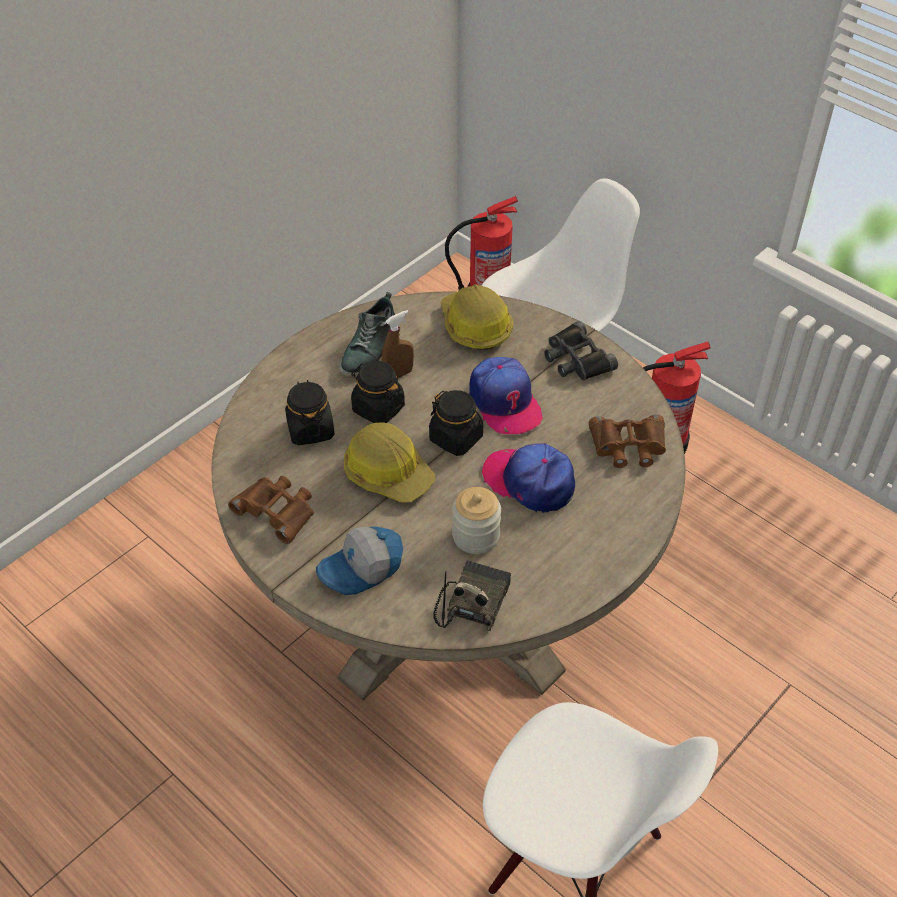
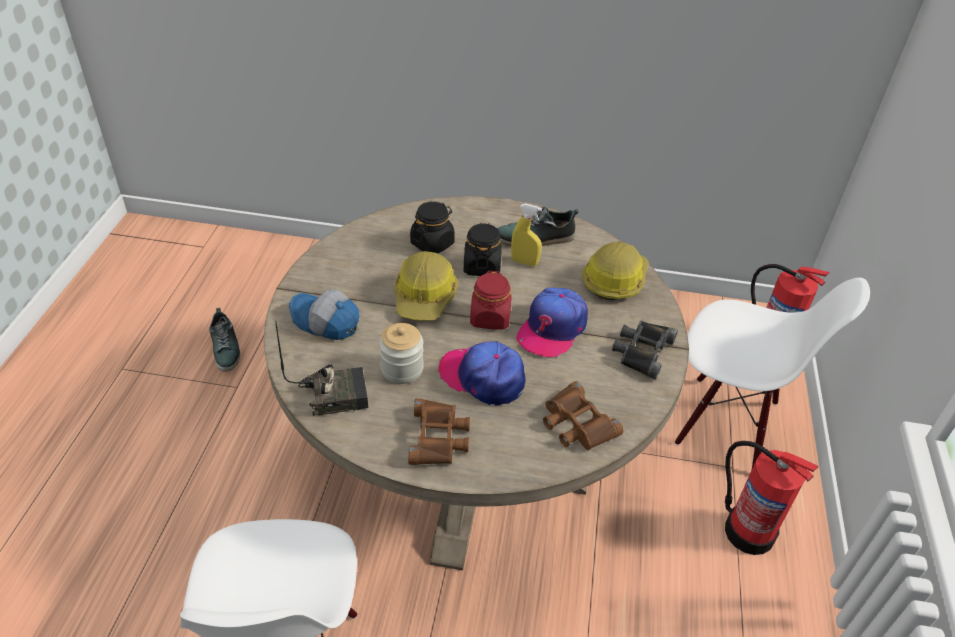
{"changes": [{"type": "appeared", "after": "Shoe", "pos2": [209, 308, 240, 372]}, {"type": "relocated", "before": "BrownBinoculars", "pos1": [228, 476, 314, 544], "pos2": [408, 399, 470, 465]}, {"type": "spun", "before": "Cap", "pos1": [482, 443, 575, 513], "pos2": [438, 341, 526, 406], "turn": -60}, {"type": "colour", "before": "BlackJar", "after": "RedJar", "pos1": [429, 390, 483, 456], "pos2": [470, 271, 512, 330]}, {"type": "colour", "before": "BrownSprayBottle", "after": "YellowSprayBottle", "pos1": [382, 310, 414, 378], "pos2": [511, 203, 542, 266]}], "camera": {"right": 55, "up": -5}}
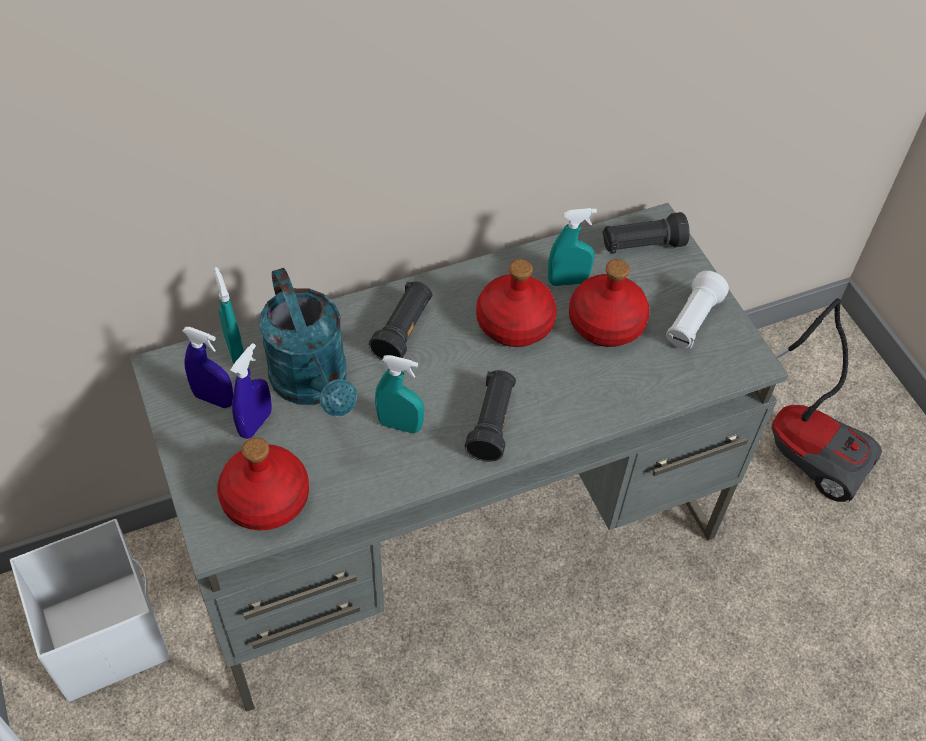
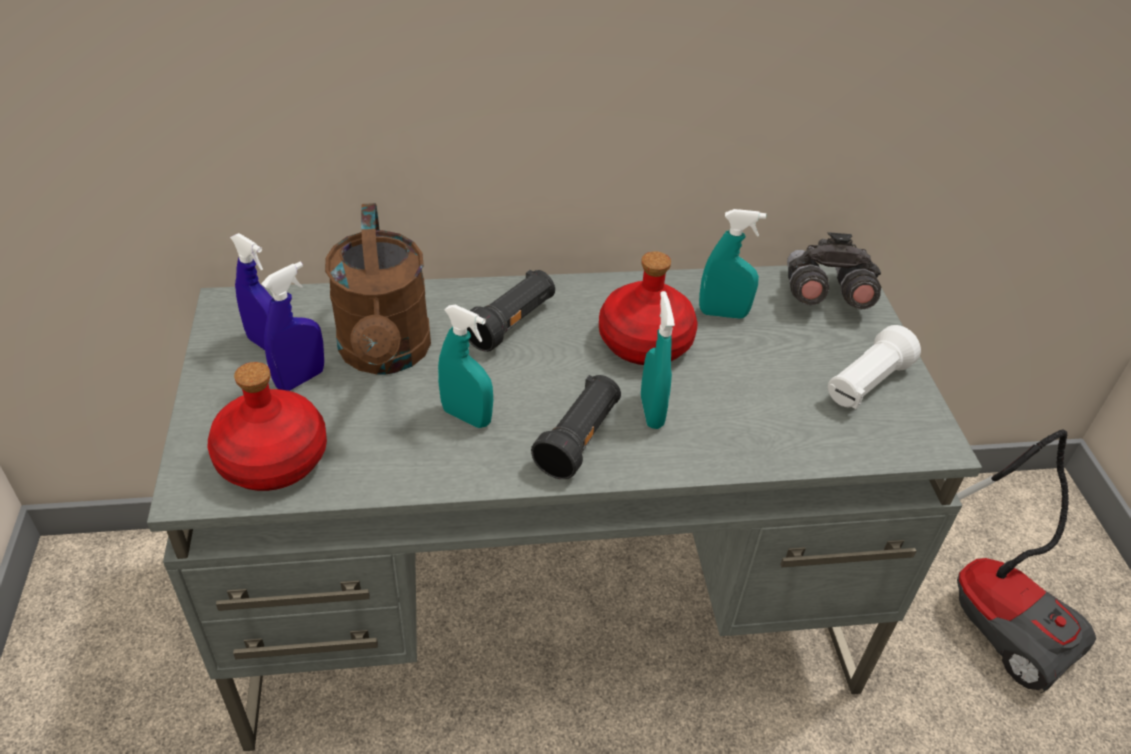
{"changes": [{"type": "colour", "before": "TurquoiseWateringCan", "after": "BrownWateringCan", "pos1": [259, 268, 357, 417], "pos2": [325, 203, 431, 374]}, {"type": "relocated", "before": "TurquoiseSprayBottle", "pos1": [214, 267, 244, 364], "pos2": [641, 291, 675, 429]}, {"type": "exchanged", "before": "BlackFlashlight", "after": "GreyBinoculars", "pos1": [603, 212, 690, 254], "pos2": [787, 232, 881, 309]}, {"type": "missing", "before": "WhiteStorageBox", "pos1": [10, 519, 170, 702]}, {"type": "missing", "before": "RedBottle", "pos1": [569, 260, 650, 347]}], "camera": {"right": 15, "up": -10}}
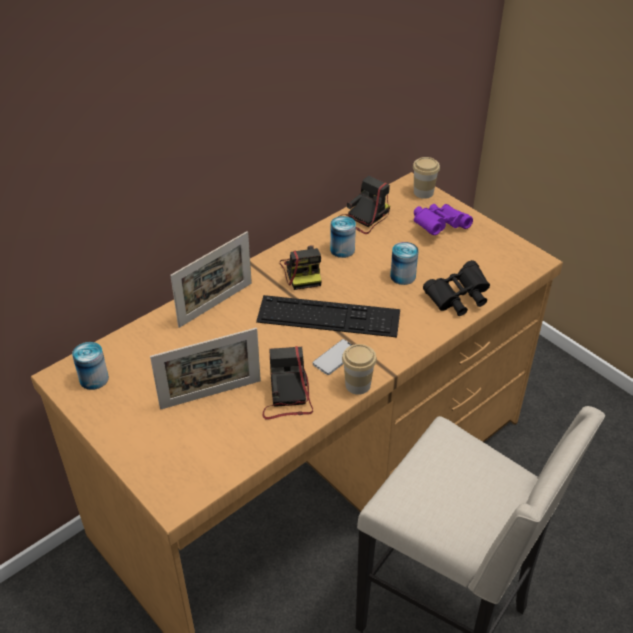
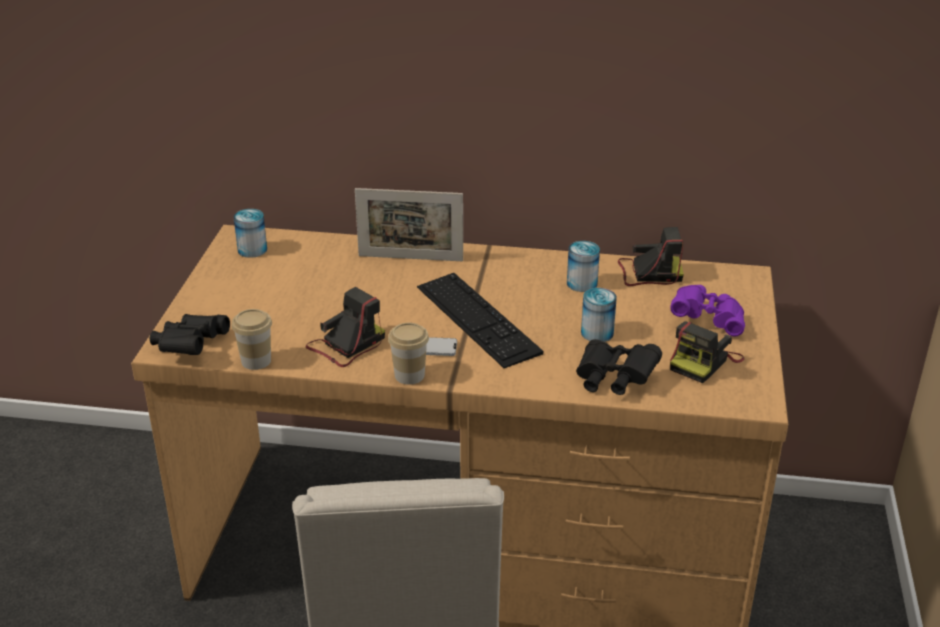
{"changes": [{"type": "appeared", "after": "BlackBinoculars", "pos2": [150, 314, 230, 355]}, {"type": "relocated", "before": "Cup", "pos1": [413, 157, 440, 199], "pos2": [232, 309, 272, 370]}, {"type": "relocated", "before": "PhotoCamera", "pos1": [280, 245, 322, 290], "pos2": [670, 321, 744, 383]}, {"type": "missing", "before": "PictureFrame", "pos1": [150, 328, 261, 410]}], "camera": {"right": 50, "up": -10}}
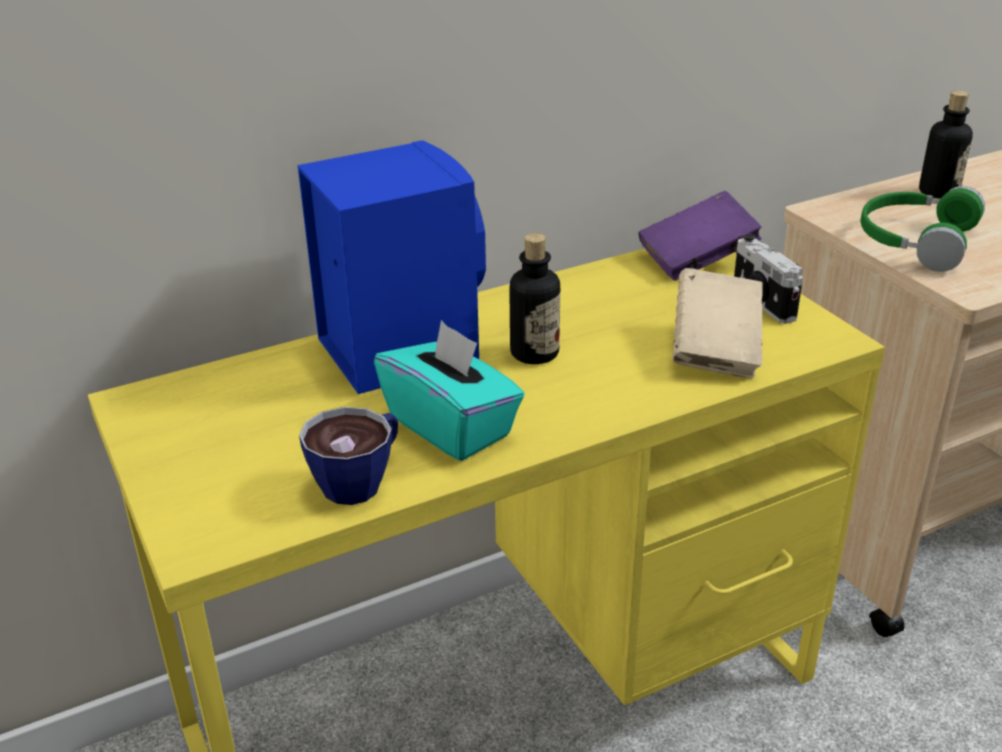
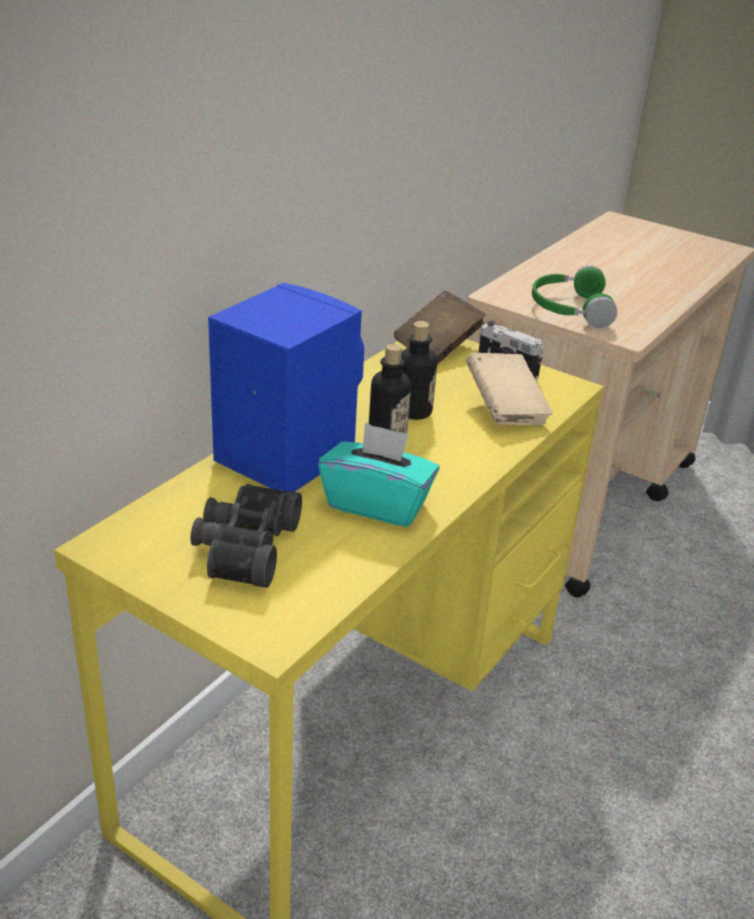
{"changes": [{"type": "appeared", "after": "BlackBinoculars", "pos2": [190, 484, 302, 588]}, {"type": "colour", "before": "PurpleBook", "after": "BrownBook", "pos1": [639, 191, 762, 280], "pos2": [394, 291, 486, 364]}, {"type": "relocated", "before": "Bottle", "pos1": [919, 91, 973, 198], "pos2": [401, 321, 437, 420]}, {"type": "missing", "before": "Cup", "pos1": [299, 407, 398, 505]}], "camera": {"right": -30, "up": 0}}
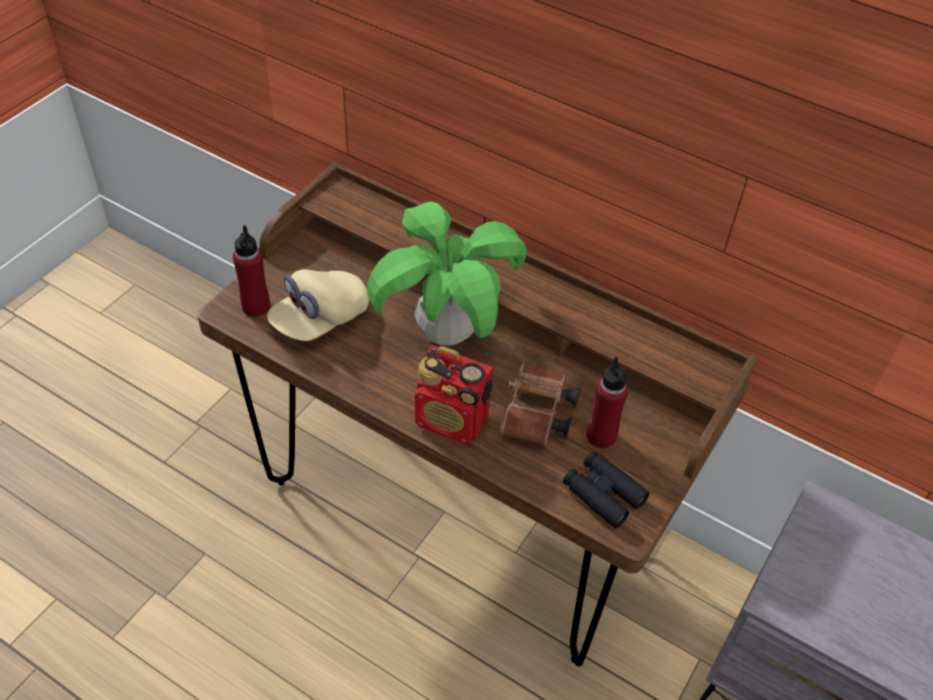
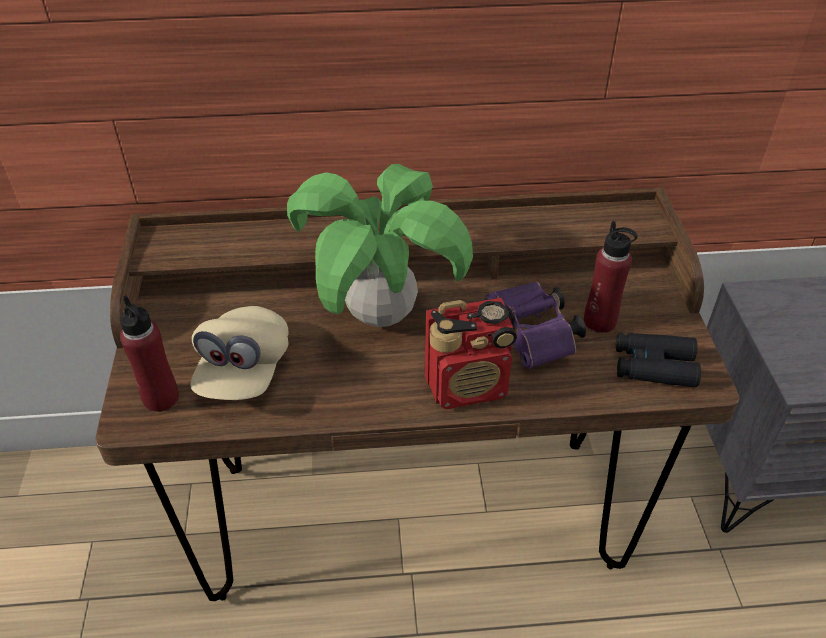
{"changes": [{"type": "colour", "before": "BrownBinoculars", "after": "PurpleBinoculars", "pos1": [499, 362, 581, 446], "pos2": [484, 282, 586, 369]}], "camera": {"right": -35, "up": -5}}
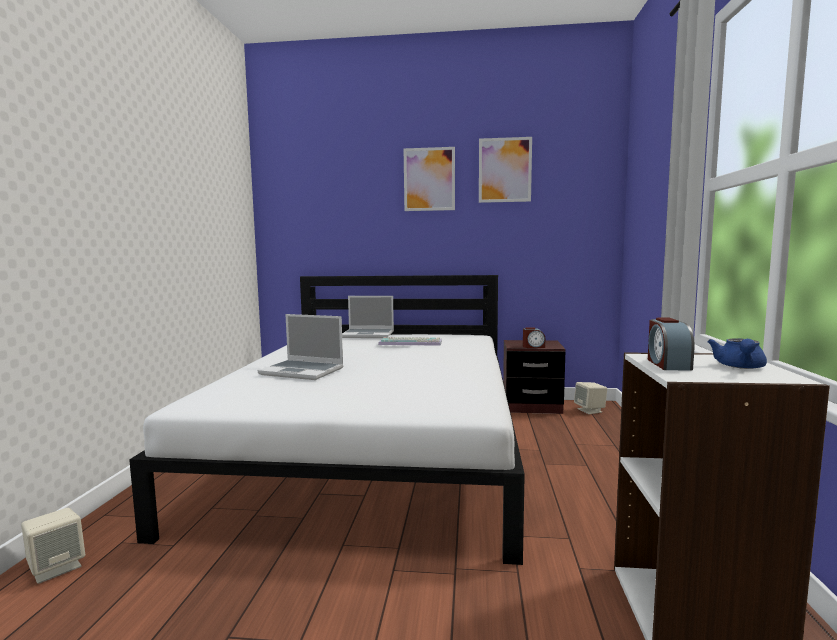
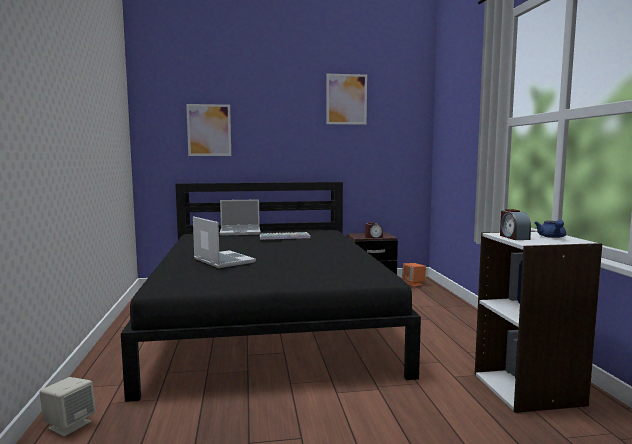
{"changes": [{"type": "colour", "before": "WhiteBed", "after": "BlackBed", "pos1": [129, 275, 525, 565], "pos2": [121, 182, 421, 402]}, {"type": "relocated", "before": "Picture", "pos1": [404, 147, 455, 211], "pos2": [186, 104, 231, 156]}, {"type": "spun", "before": "Laptop", "pos1": [258, 314, 344, 380], "pos2": [193, 216, 256, 268], "turn": -135}, {"type": "colour", "before": "BeigeSpeaker", "after": "OrangeSpeaker", "pos1": [574, 382, 607, 414], "pos2": [402, 263, 426, 287]}], "camera": {"right": -15, "up": 0}}
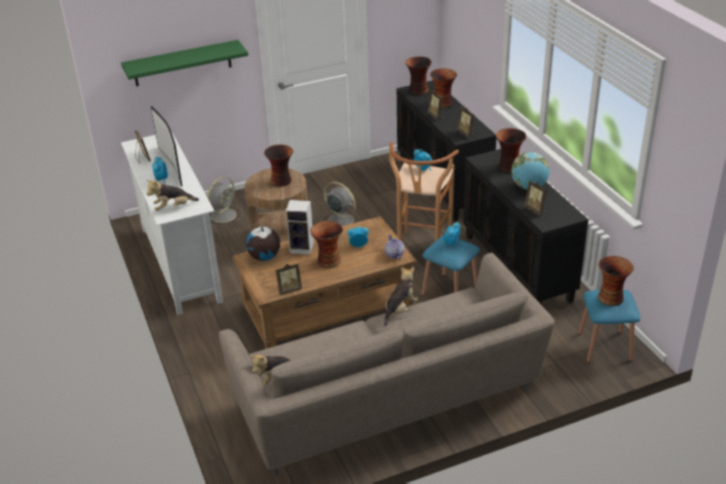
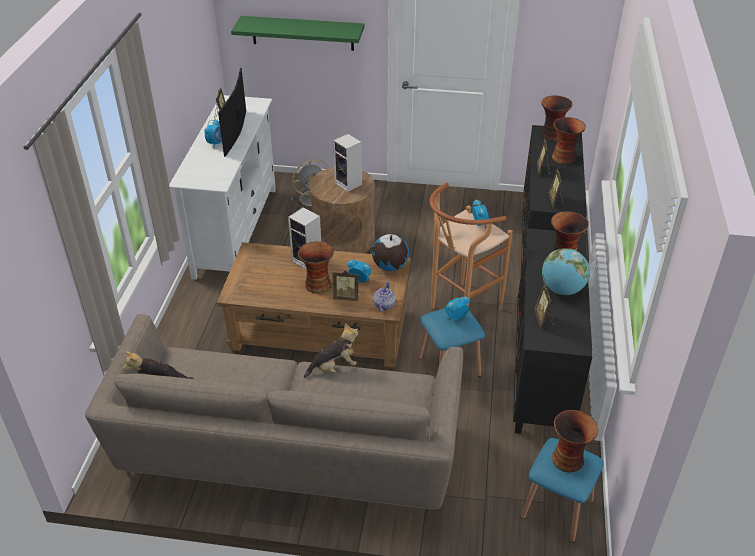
{"changes": [{"type": "exchanged", "before": "Vase", "after": "Speaker", "pos1": [264, 145, 293, 187], "pos2": [333, 134, 362, 192]}, {"type": "relocated", "before": "PictureFrame", "pos1": [276, 264, 302, 295], "pos2": [333, 270, 359, 301]}, {"type": "relocated", "before": "Globe", "pos1": [246, 226, 280, 261], "pos2": [372, 234, 409, 271]}, {"type": "missing", "before": "PlushToy", "pos1": [146, 180, 199, 211]}, {"type": "missing", "before": "GreyFan", "pos1": [320, 182, 360, 226]}], "camera": {"right": 30, "up": 5}}
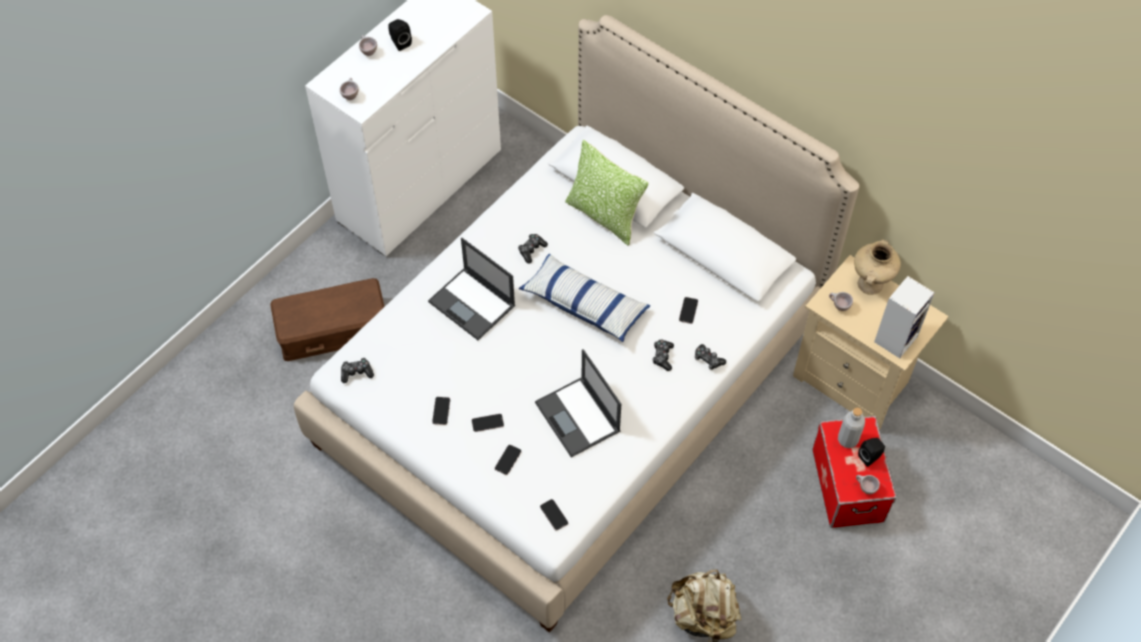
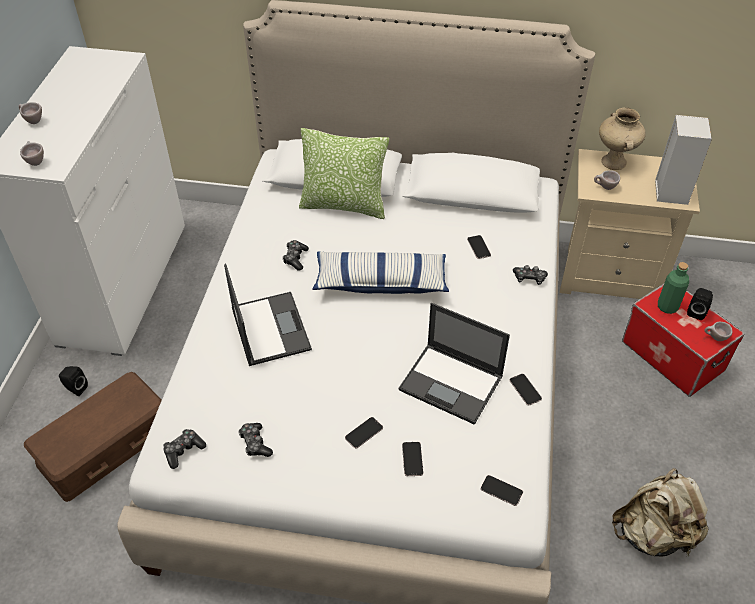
{"changes": [{"type": "relocated", "before": "BlackSpeaker", "pos1": [388, 19, 412, 51], "pos2": [59, 366, 88, 396]}, {"type": "spun", "before": "Laptop", "pos1": [428, 238, 515, 340], "pos2": [224, 264, 312, 366], "turn": -120}, {"type": "relocated", "before": "GameController", "pos1": [653, 339, 674, 371], "pos2": [238, 423, 273, 457]}, {"type": "relocated", "before": "Phone", "pos1": [432, 397, 450, 425], "pos2": [509, 374, 542, 405]}, {"type": "colour", "before": "GreyBottle", "after": "GreenBottle", "pos1": [838, 408, 865, 448], "pos2": [658, 262, 689, 314]}], "camera": {"right": -30, "up": -10}}
